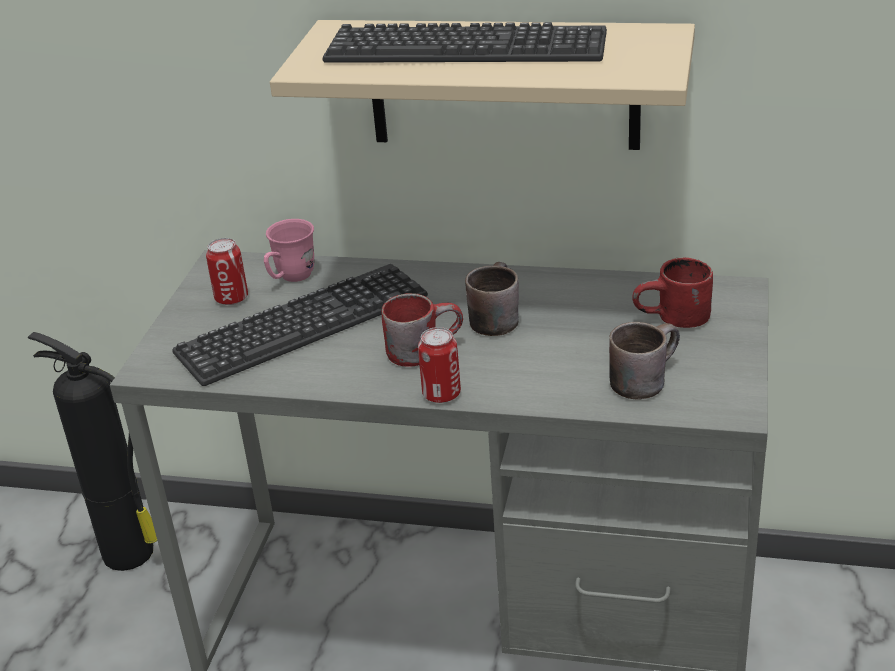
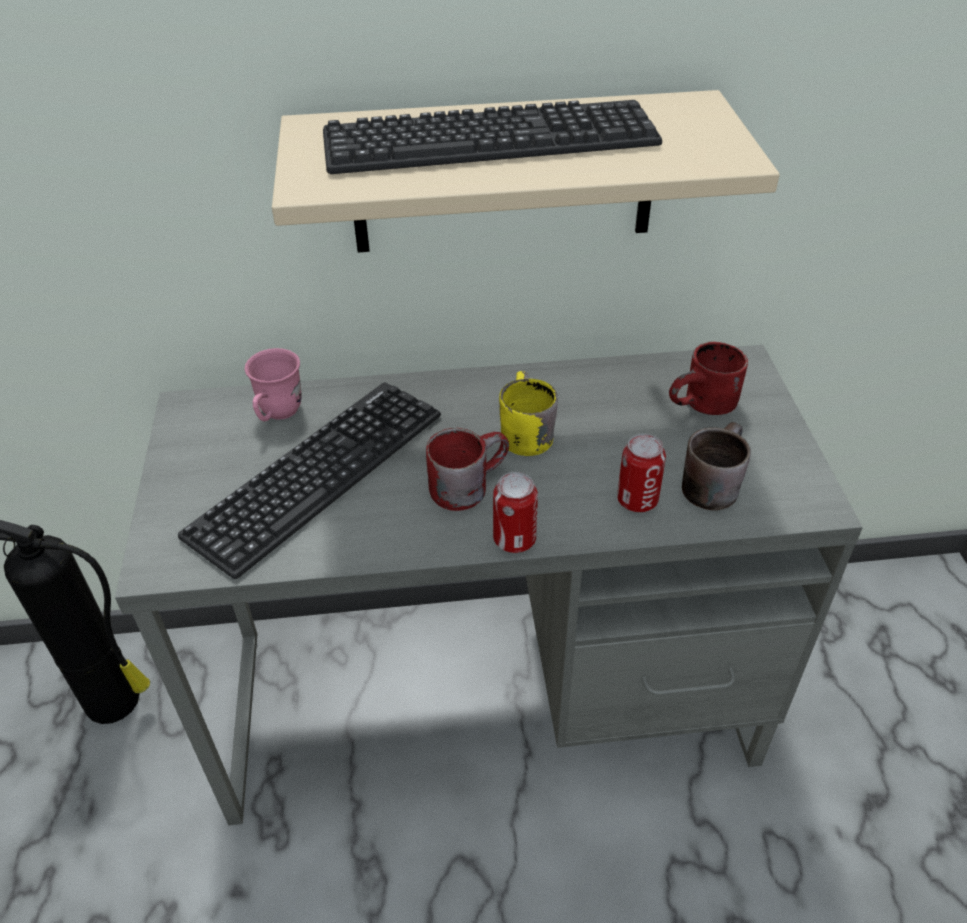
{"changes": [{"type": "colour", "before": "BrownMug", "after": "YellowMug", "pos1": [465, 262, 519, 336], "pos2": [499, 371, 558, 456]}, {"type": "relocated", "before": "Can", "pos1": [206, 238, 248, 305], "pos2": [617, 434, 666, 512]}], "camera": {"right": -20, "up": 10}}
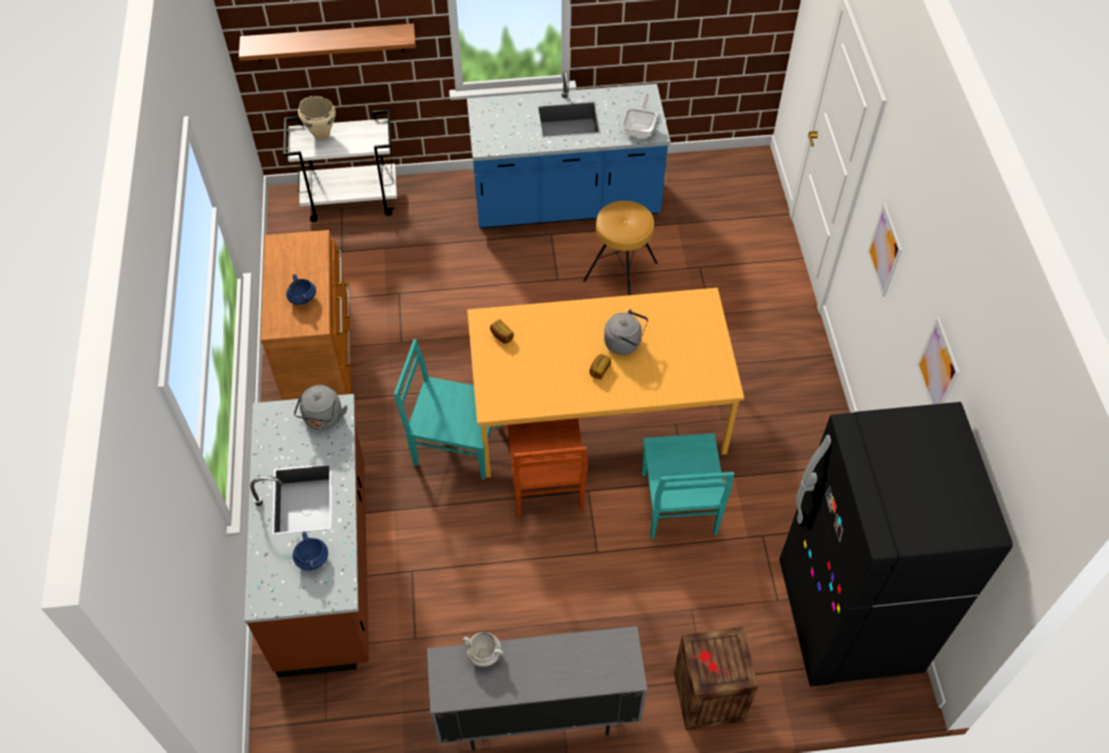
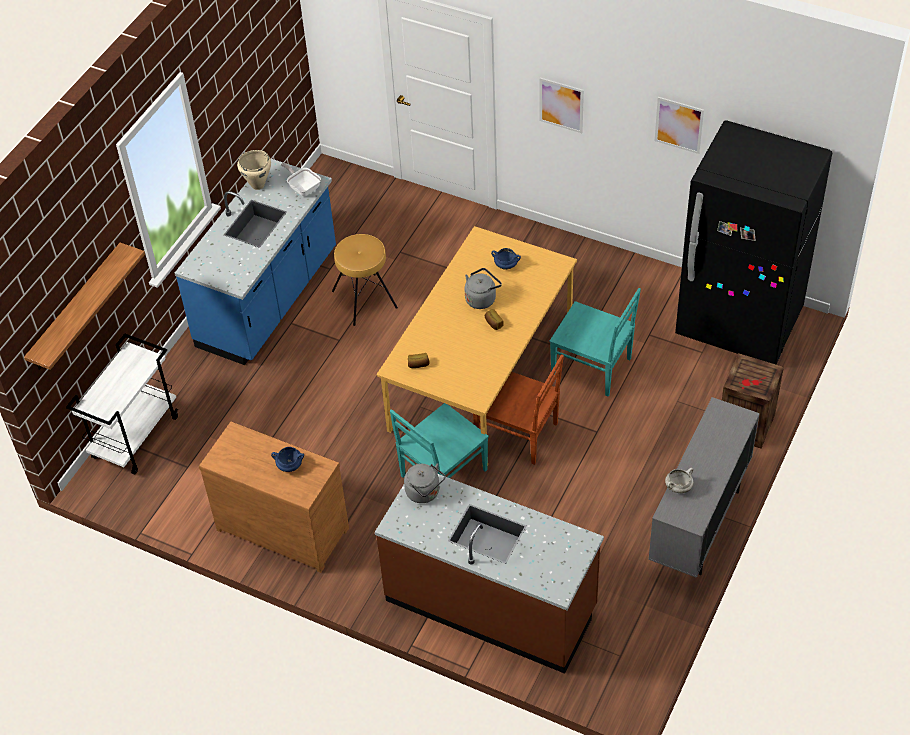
{"changes": [{"type": "relocated", "before": "BeigeCookingPot", "pos1": [298, 96, 336, 140], "pos2": [237, 150, 271, 190]}, {"type": "relocated", "before": "BlueCookingPot", "pos1": [293, 531, 328, 570], "pos2": [491, 248, 521, 270]}], "camera": {"right": -55, "up": -5}}
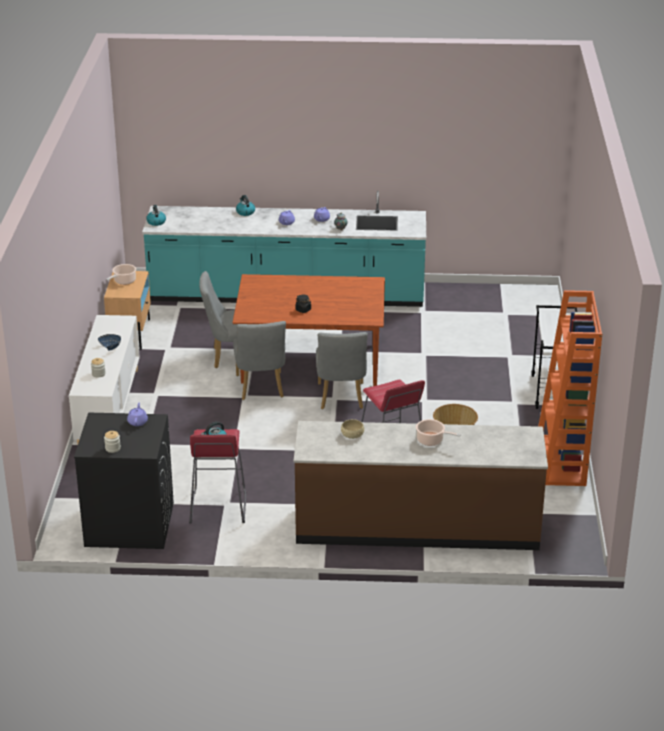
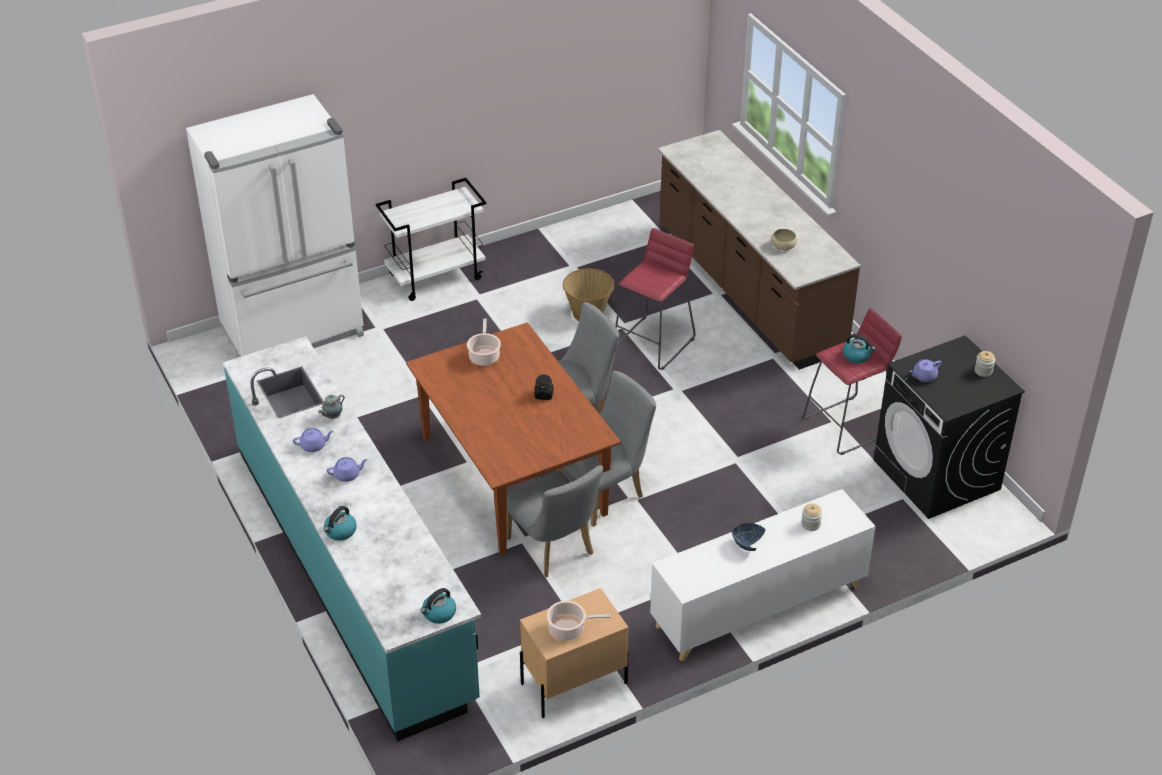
{"changes": [{"type": "appeared", "after": "WhiteFridge", "pos2": [186, 94, 364, 357]}, {"type": "relocated", "before": "CookingPot", "pos1": [416, 419, 461, 446], "pos2": [467, 319, 501, 366]}, {"type": "missing", "before": "OrangeBookcase", "pos1": [538, 290, 602, 486]}], "camera": {"right": -120, "up": 10}}
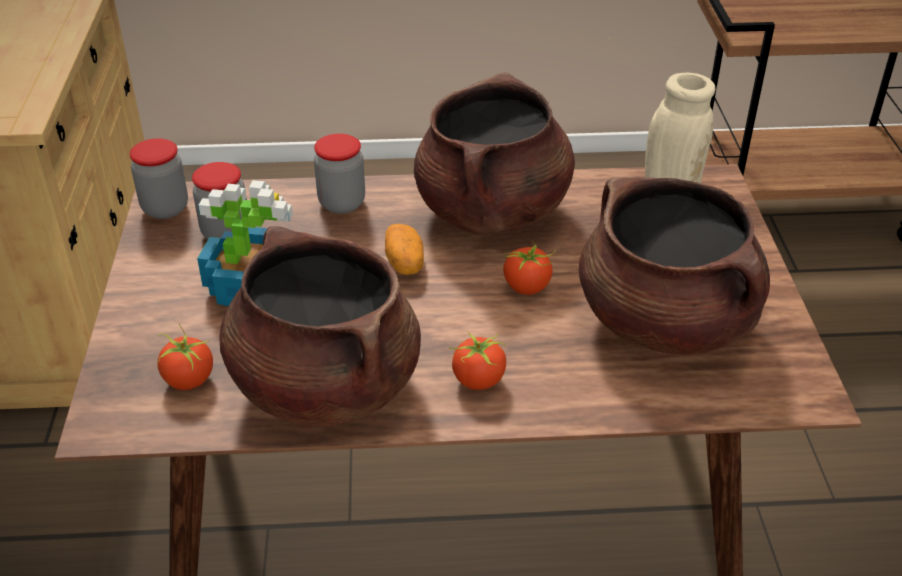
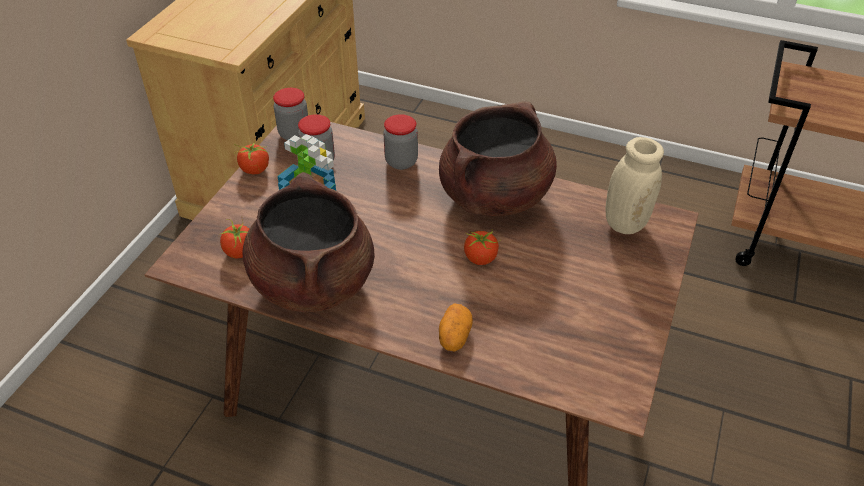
{"changes": [{"type": "relocated", "before": "Tomato", "pos1": [449, 332, 506, 390], "pos2": [234, 141, 269, 174]}, {"type": "relocated", "before": "Potato", "pos1": [385, 224, 424, 275], "pos2": [439, 303, 473, 351]}, {"type": "missing", "before": "BrownCookingPot", "pos1": [579, 177, 770, 355]}], "camera": {"right": 25, "up": 5}}
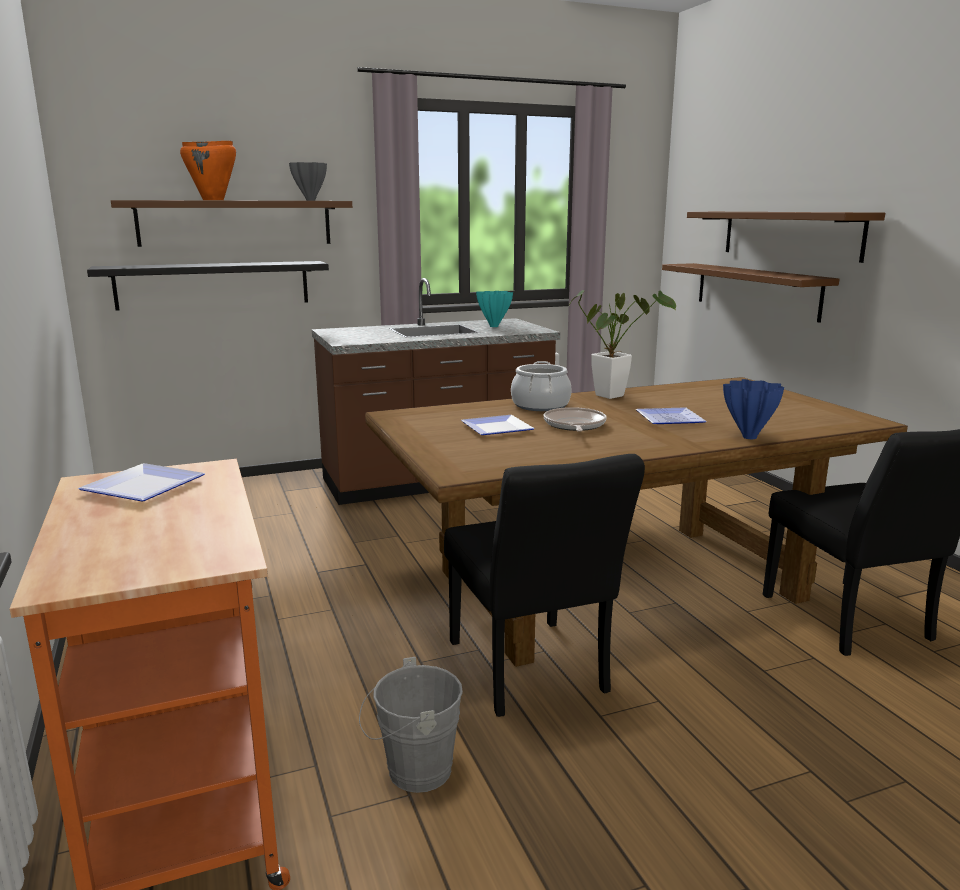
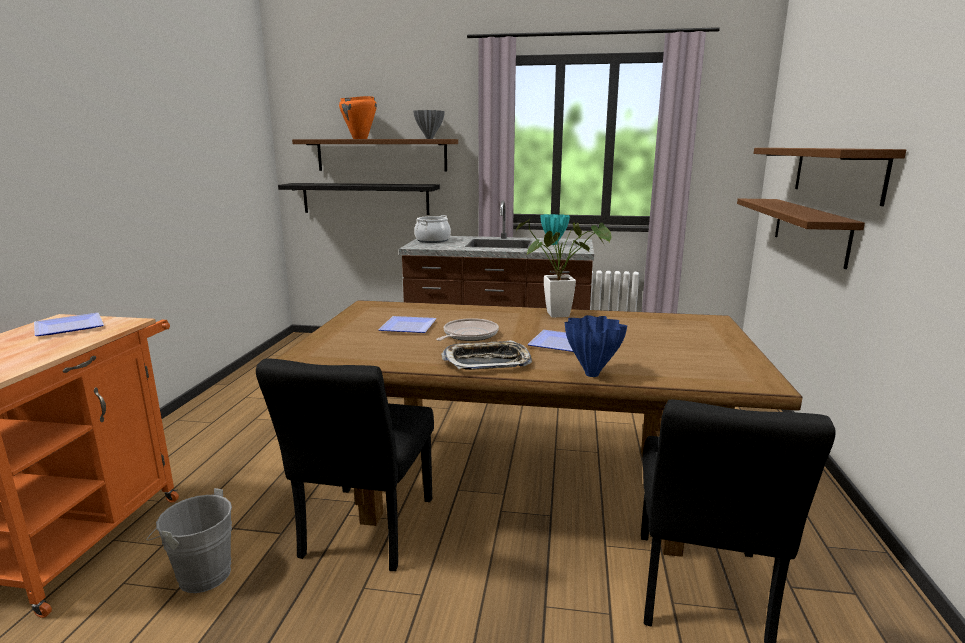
{"changes": [{"type": "relocated", "before": "CookingPot", "pos1": [511, 361, 572, 411], "pos2": [414, 215, 451, 243]}, {"type": "appeared", "after": "Tray", "pos2": [441, 340, 532, 370]}], "camera": {"right": 30, "up": 0}}
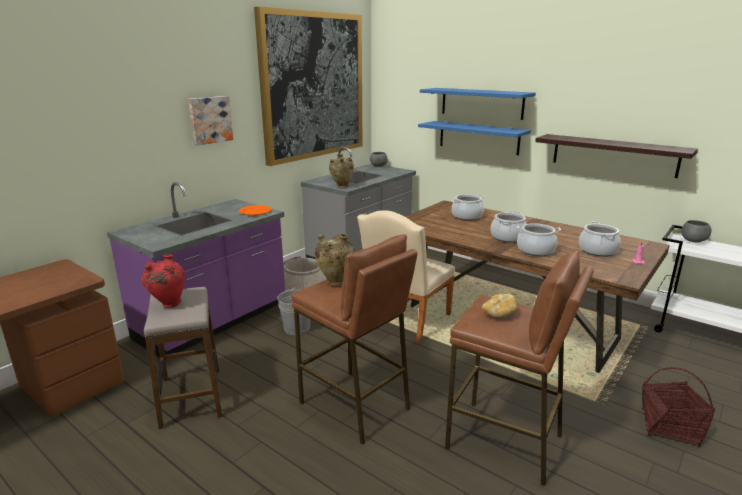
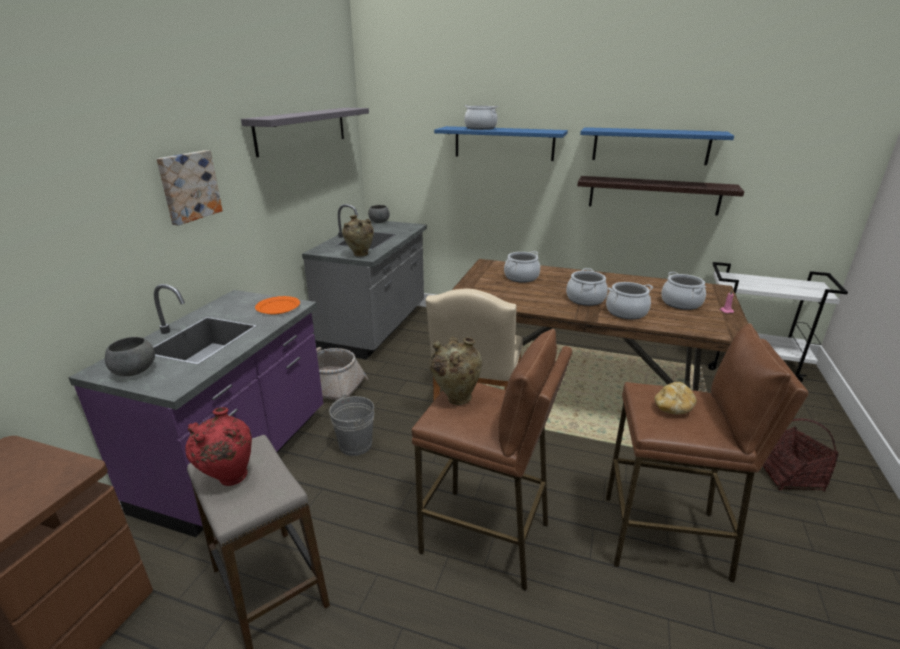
{"changes": [{"type": "relocated", "before": "GreyBowl", "pos1": [681, 220, 711, 243], "pos2": [105, 337, 155, 376]}, {"type": "exchanged", "before": "Picture", "after": "GreyShelf", "pos1": [254, 7, 362, 166], "pos2": [241, 108, 369, 157]}, {"type": "appeared", "after": "CookingPot", "pos2": [464, 105, 499, 130]}, {"type": "relocated", "before": "BlueShelf", "pos1": [418, 121, 531, 156], "pos2": [580, 127, 734, 165]}], "camera": {"right": -20, "up": 5}}
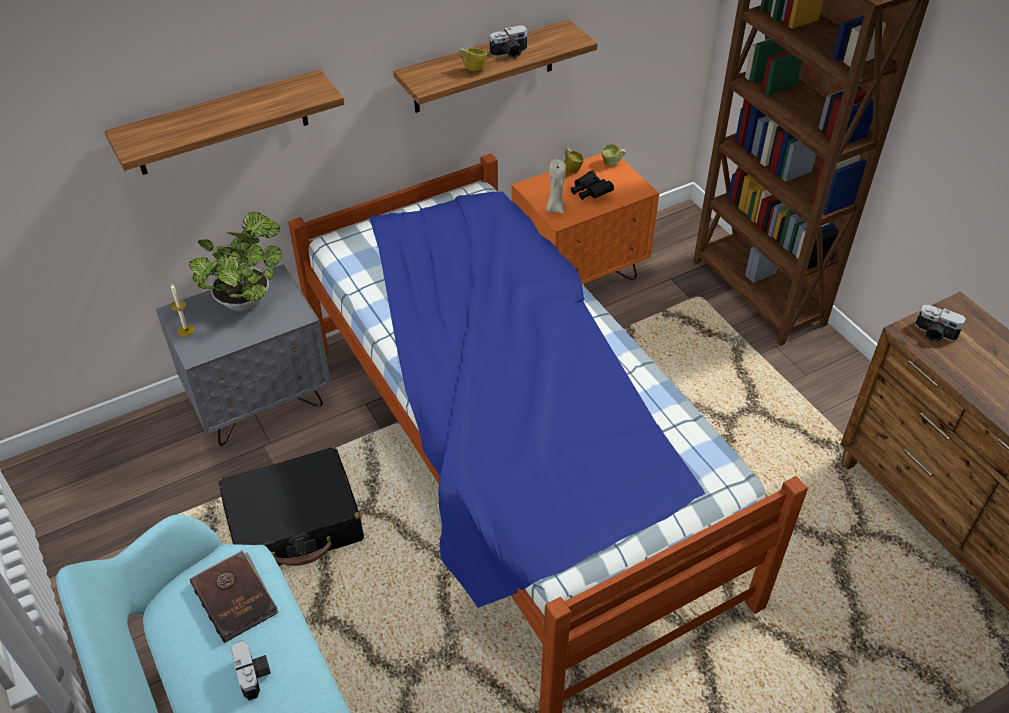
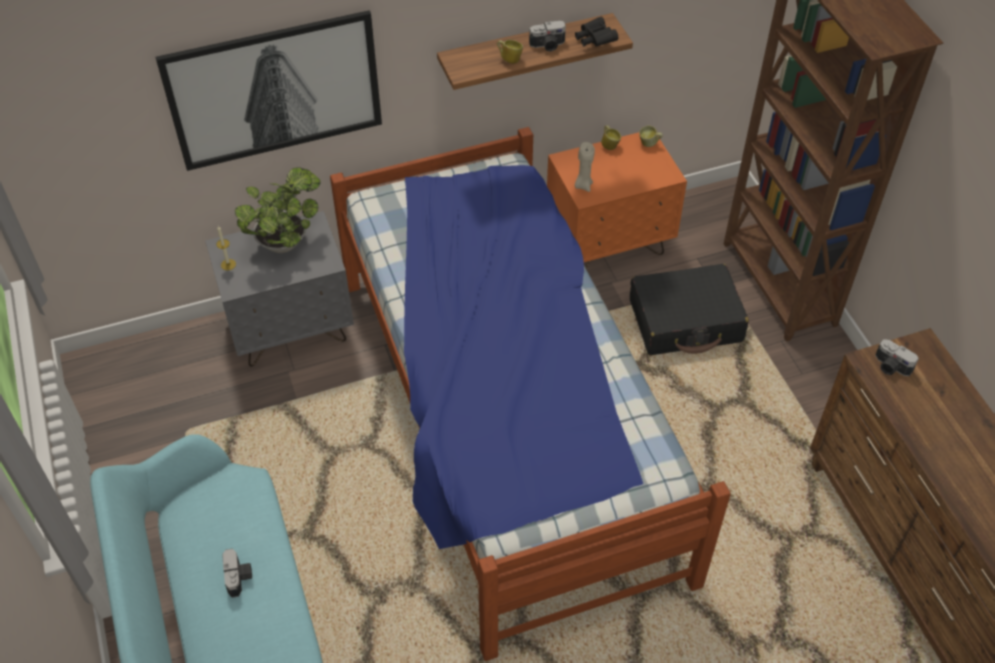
{"changes": [{"type": "exchanged", "before": "Shelf", "after": "Picture", "pos1": [105, 69, 344, 175], "pos2": [156, 10, 382, 171]}, {"type": "relocated", "before": "BlackBinoculars", "pos1": [571, 171, 614, 200], "pos2": [575, 17, 618, 47]}, {"type": "relocated", "before": "BlackSuitcase", "pos1": [219, 447, 364, 566], "pos2": [630, 264, 749, 355]}, {"type": "missing", "before": "BrownBook", "pos1": [190, 550, 278, 643]}], "camera": {"right": 10, "up": 5}}
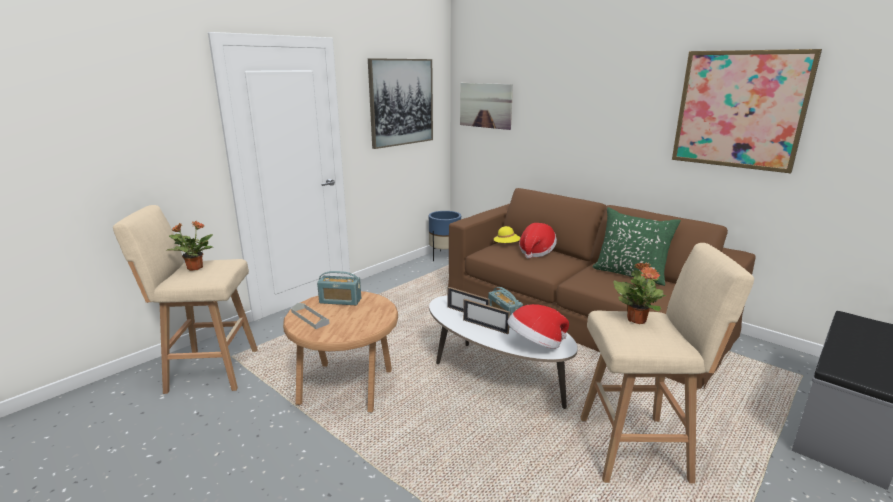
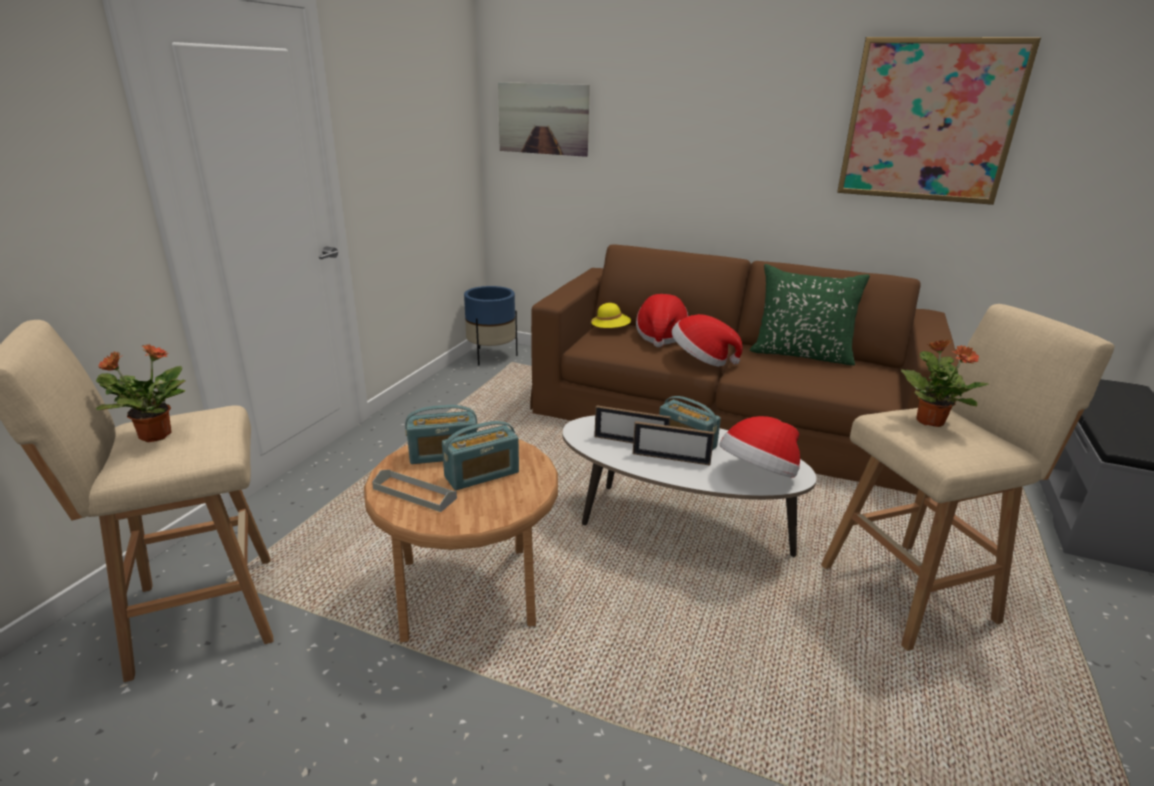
{"changes": [{"type": "appeared", "after": "Radio", "pos2": [442, 421, 519, 490]}, {"type": "appeared", "after": "Hat", "pos2": [672, 314, 743, 367]}, {"type": "missing", "before": "Picture", "pos1": [368, 58, 433, 149]}], "camera": {"right": -20, "up": 5}}
